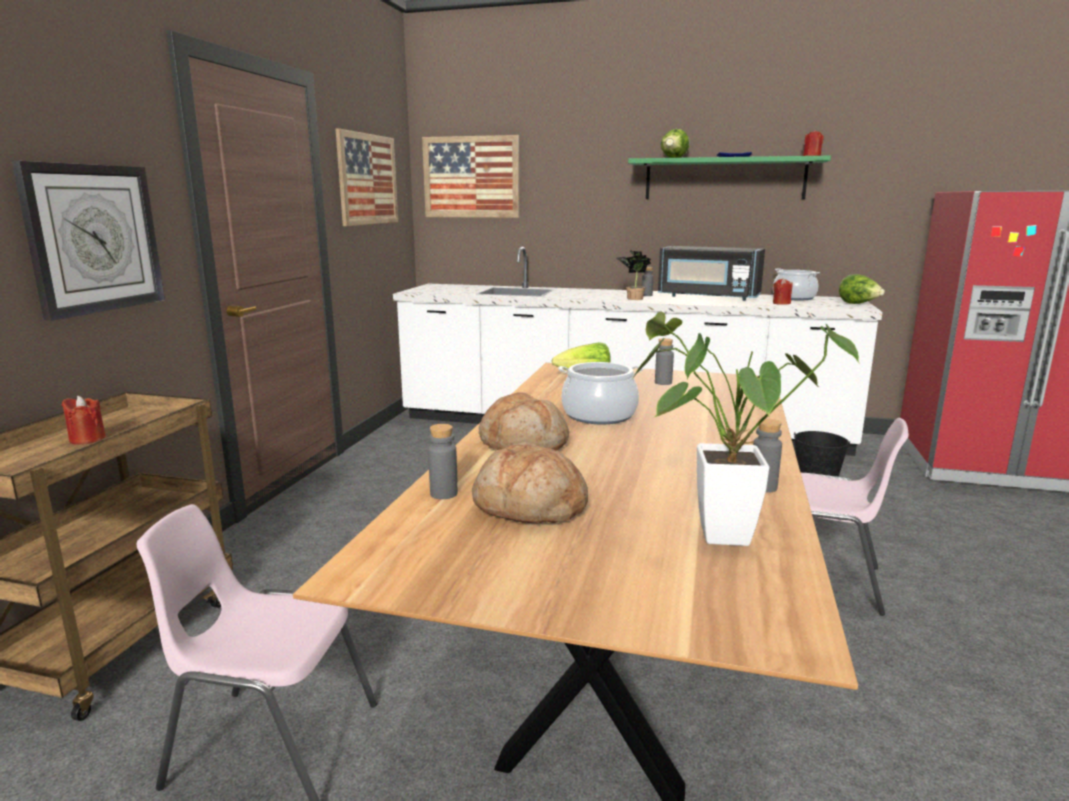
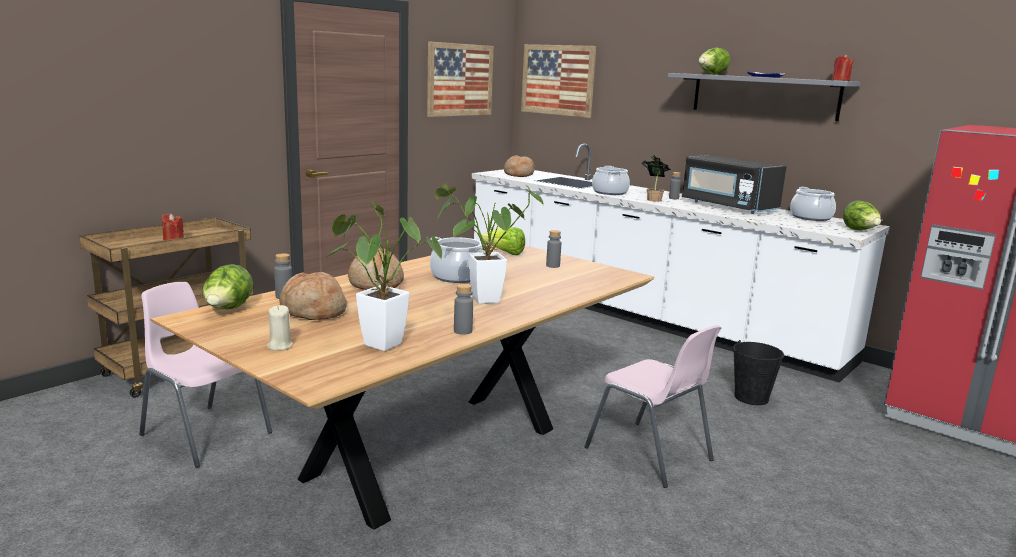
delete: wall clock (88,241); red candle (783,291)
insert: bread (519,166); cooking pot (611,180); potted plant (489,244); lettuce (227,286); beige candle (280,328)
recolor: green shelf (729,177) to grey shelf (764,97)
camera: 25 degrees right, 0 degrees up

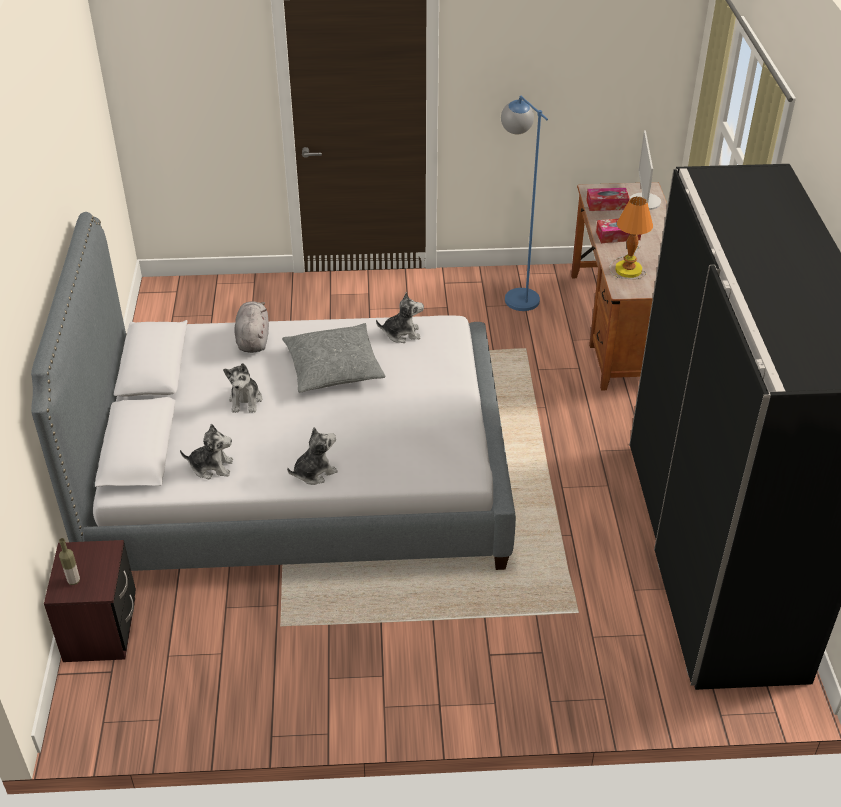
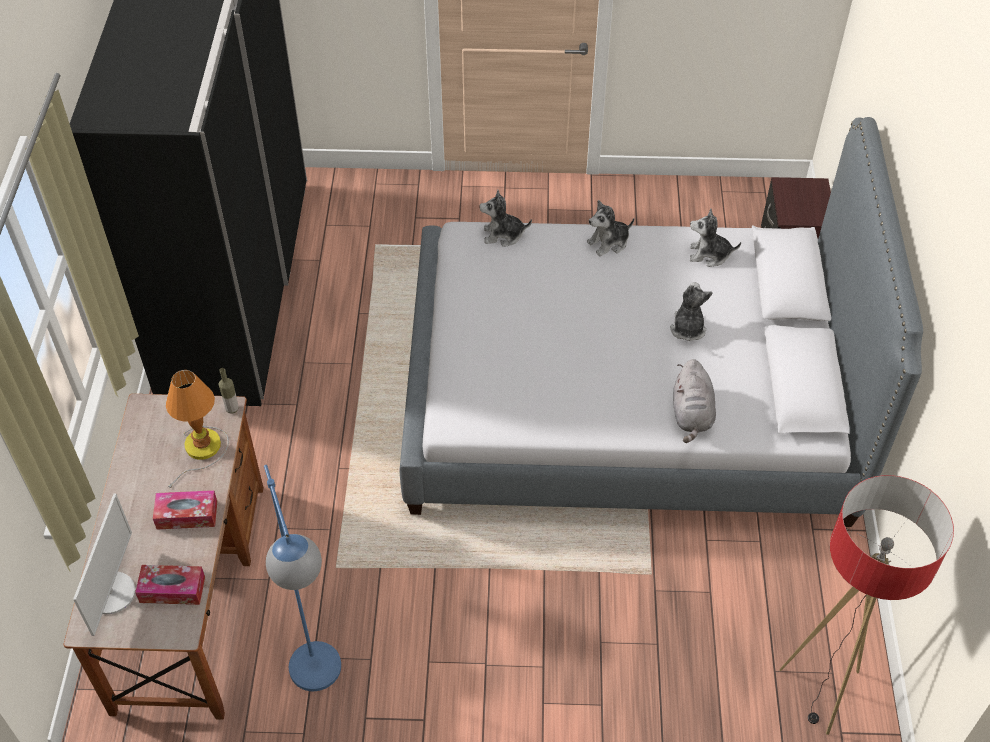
delete: grey pillow (334,358)
insert: floor lamp (866,605)
move: plush toy (400,317) to (505,218); bottle (69,561) to (229,391)
camera: 175 degrees left, 10 degrees up

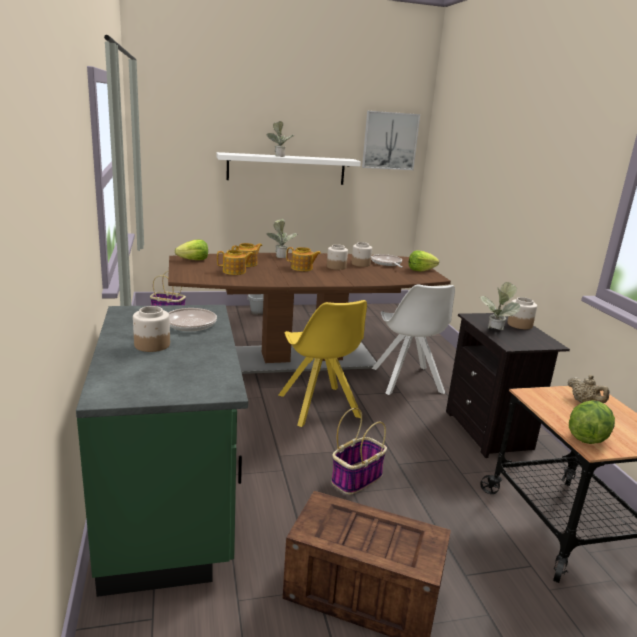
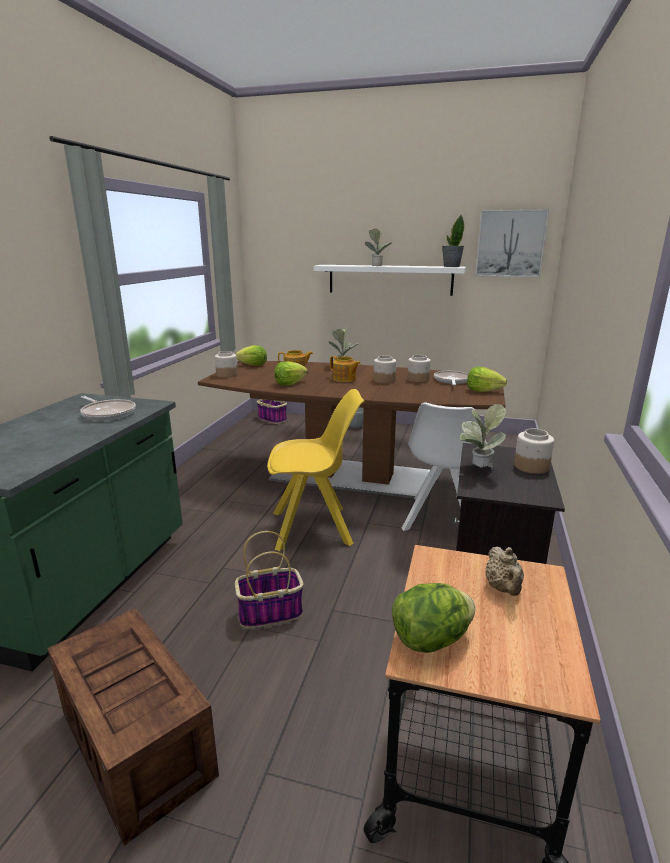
delete: teapot (235,262)
insert: potted plant (453,241); lettuce (291,373)
move: jar (151,329) to (226,364)
rotate: yellow chair (322,363) = (315,470) 105 degrees counterclockwise
camera: 30 degrees right, 0 degrees up

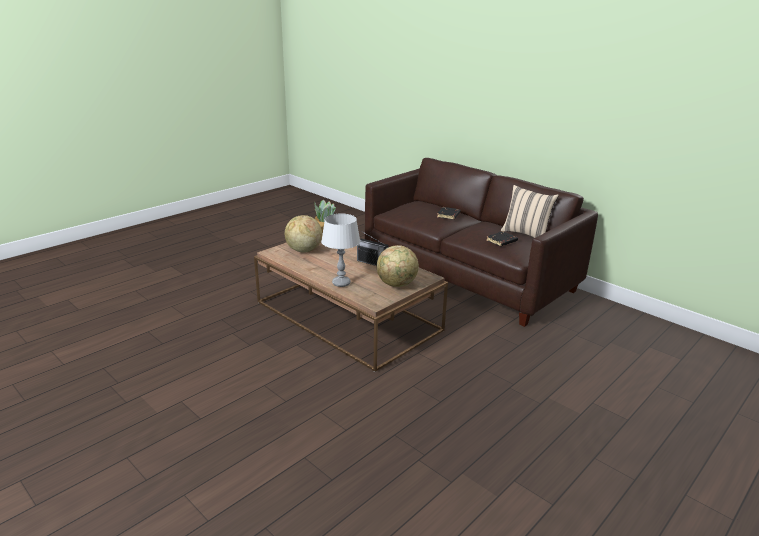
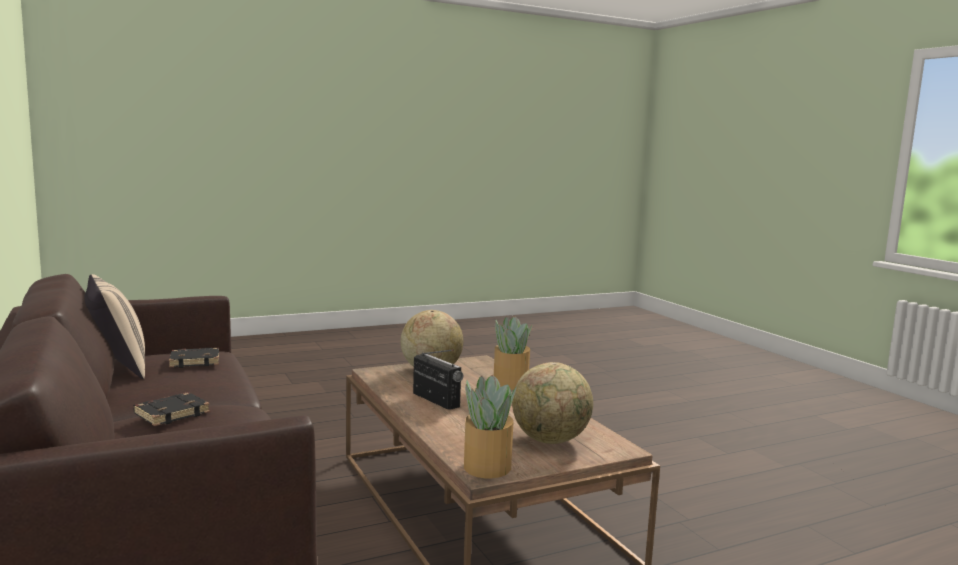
replace: grey table lamp (340,250) to potted plant (513,353)
camera: 160 degrees left, 15 degrees down

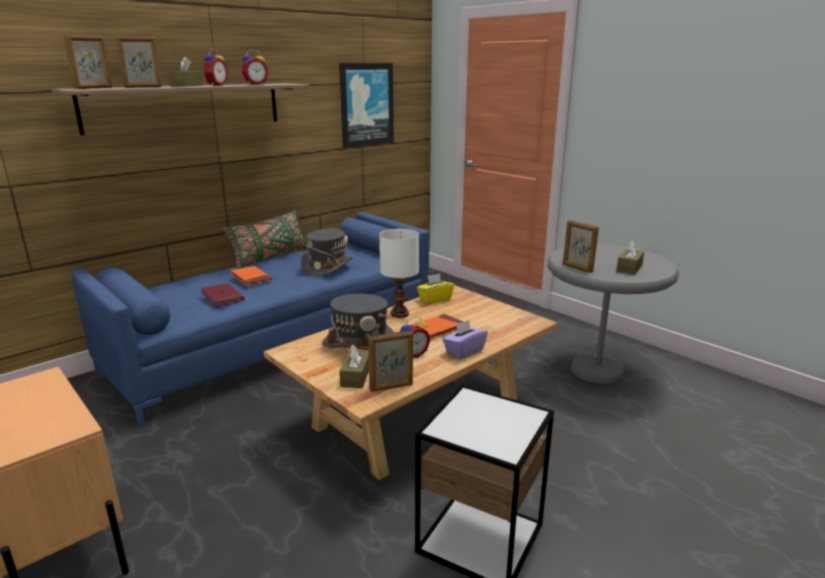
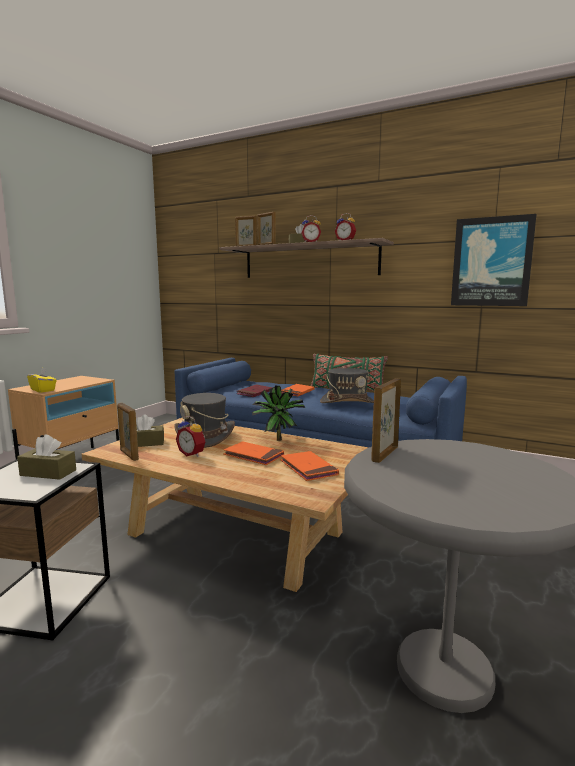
delete: purple tissue box (465,339)
insert: orange book (310,466)
move: brown tissue box (630,257) to (46,457); yellow tissue box (435,289) to (42,380)
replace: white table lamp (399,273) to potted plant (278,413)
camera: 70 degrees right, 10 degrees down

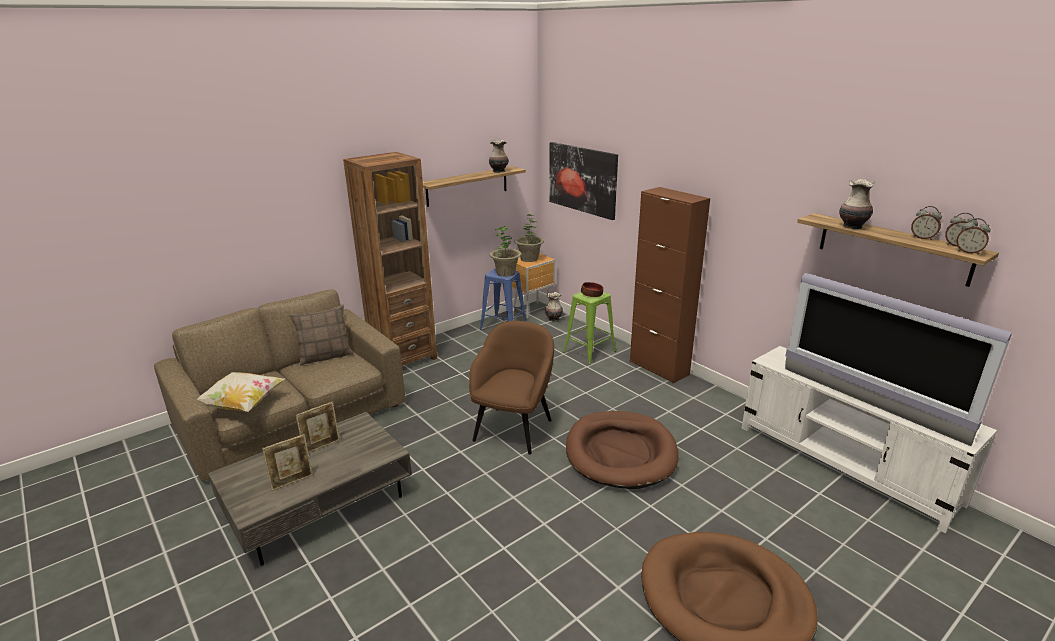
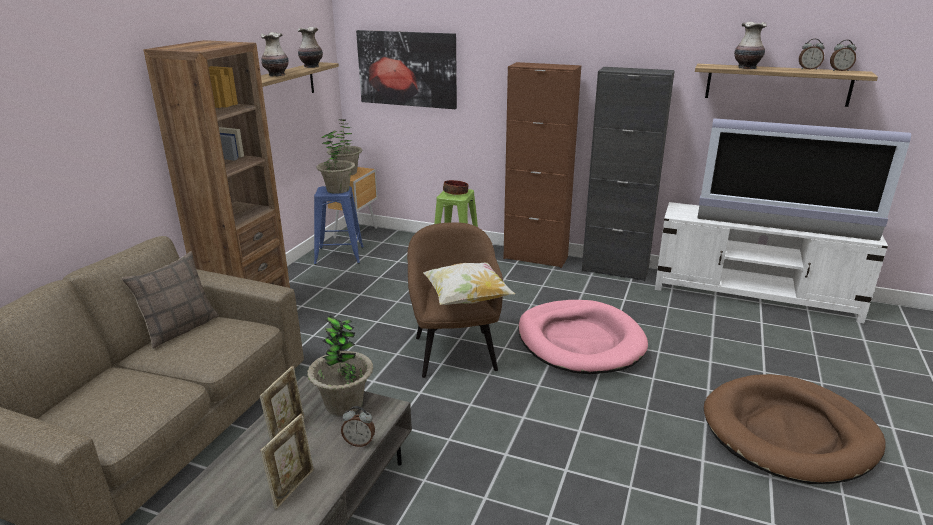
insert: black cabinet (628,174); potted plant (340,366)
move: alarm clock (973,236) to (358,426); vase (554,307) to (275,54); pillow (241,392) to (469,283)
recolor: brown dog bed (622,450) to pink dog bed (583,337)
camera: 30 degrees left, 0 degrees up

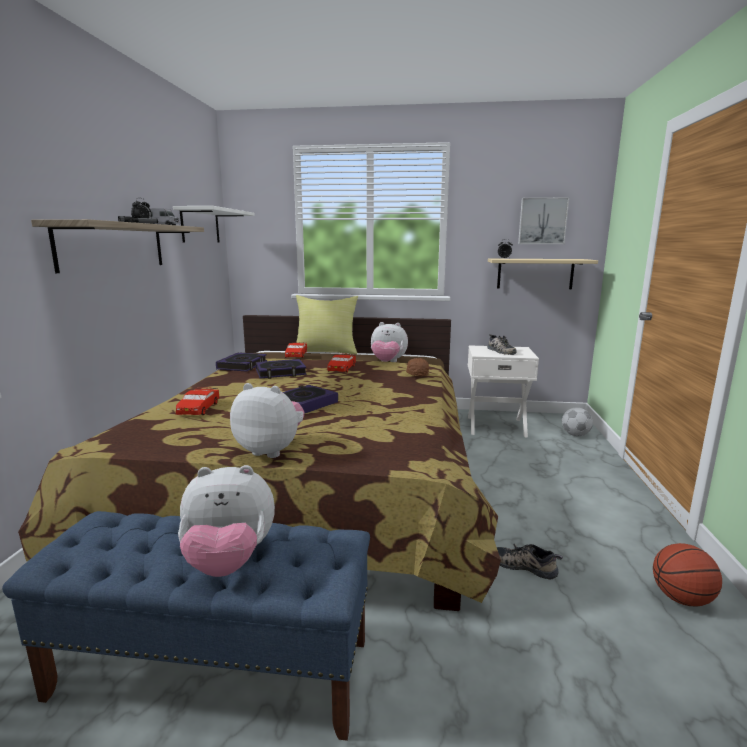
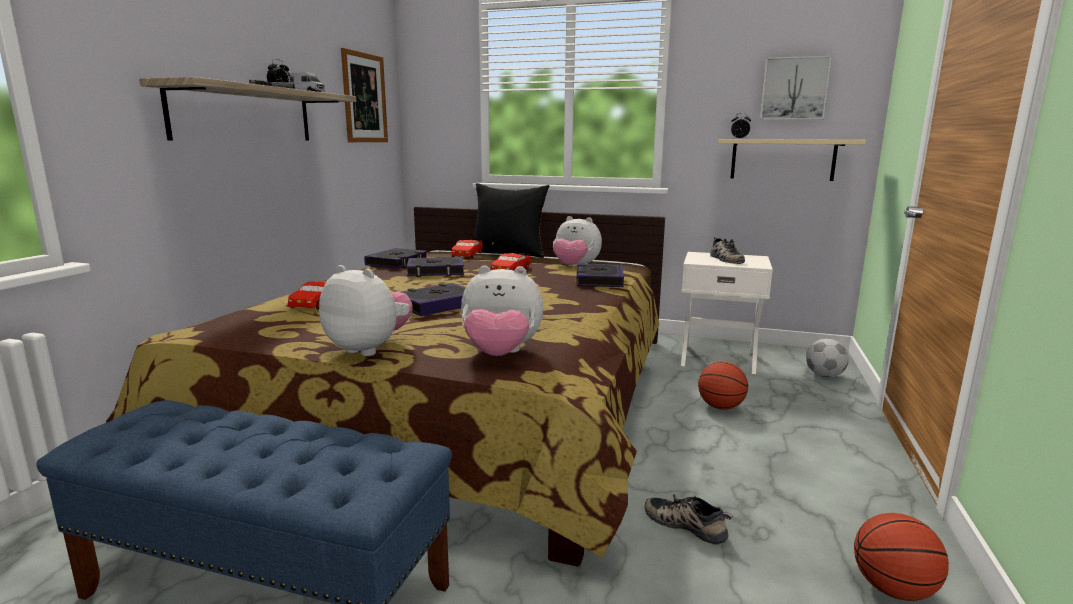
insert: basketball (723,385)
move: plush toy (226,521) to (502,310)
replace: white shelf (214,224) to picture (364,95); brown cap (417,367) to book (600,275)
recolor: yellow pillow (327,325) to black pillow (511,220)
camera: 10 degrees right, 0 degrees up

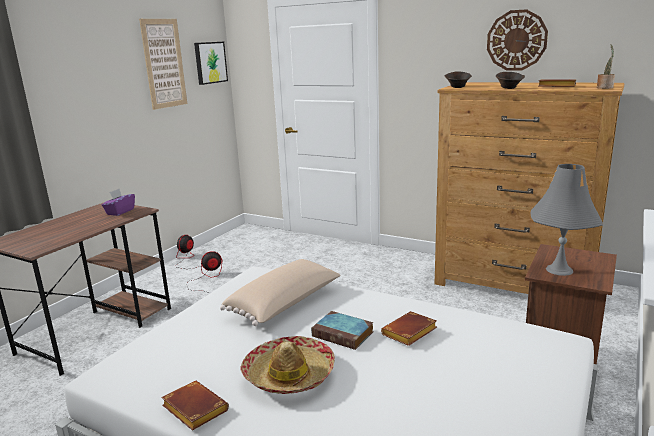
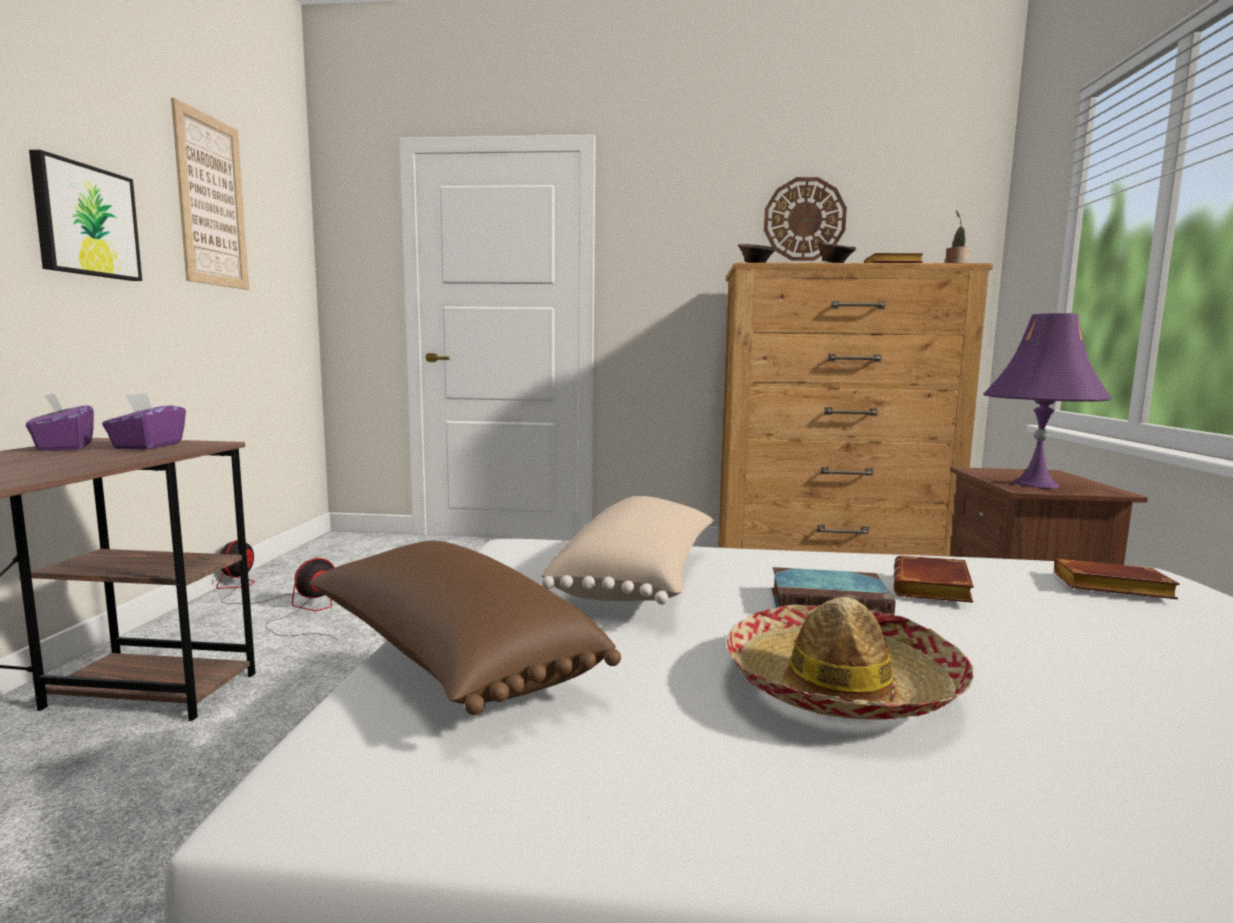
insert: purple tissue box (60,422); brown pillow (465,628)
move: picture (211,63) to (85,215); brown book (195,406) to (1117,579)
recolor: grey table lamp (567,220) to purple table lamp (1048,400)
camera: 25 degrees left, 10 degrees down

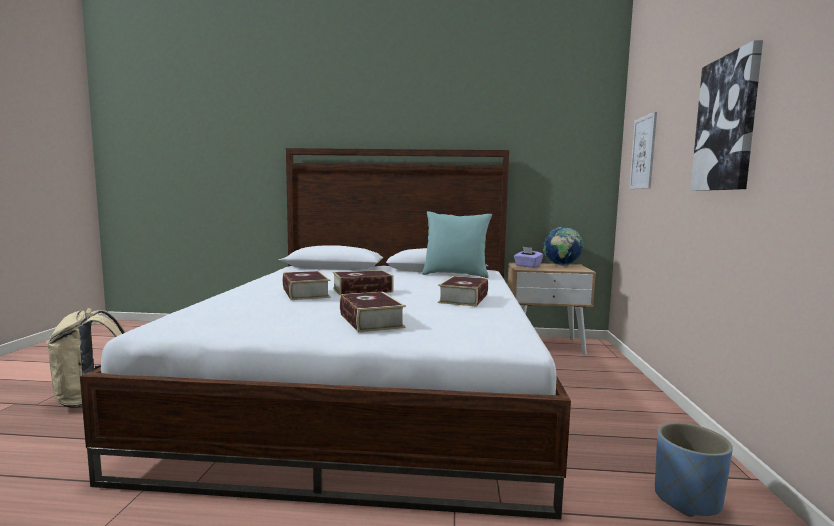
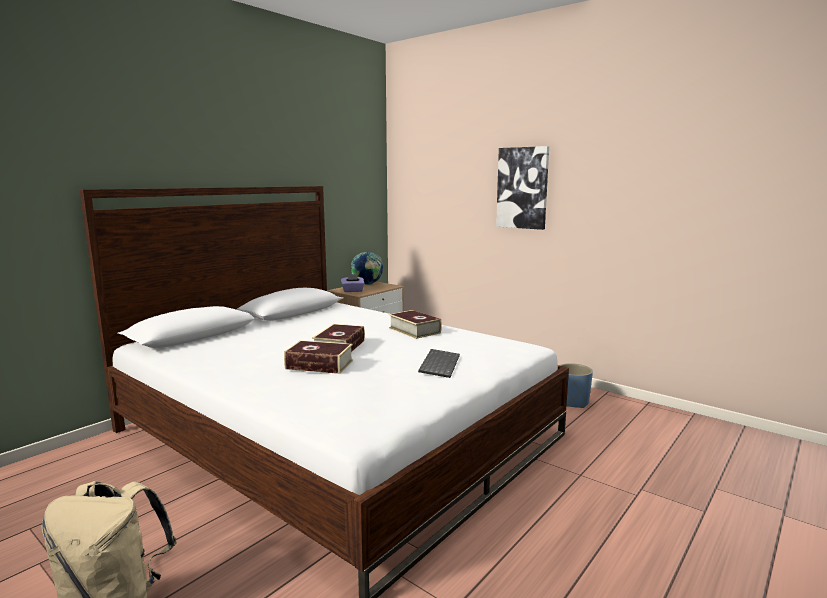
delete: picture (643,150); turquoise pillow (457,244)
replace: book (373,312) to keyboard (439,363)
camera: 55 degrees left, 5 degrees up

